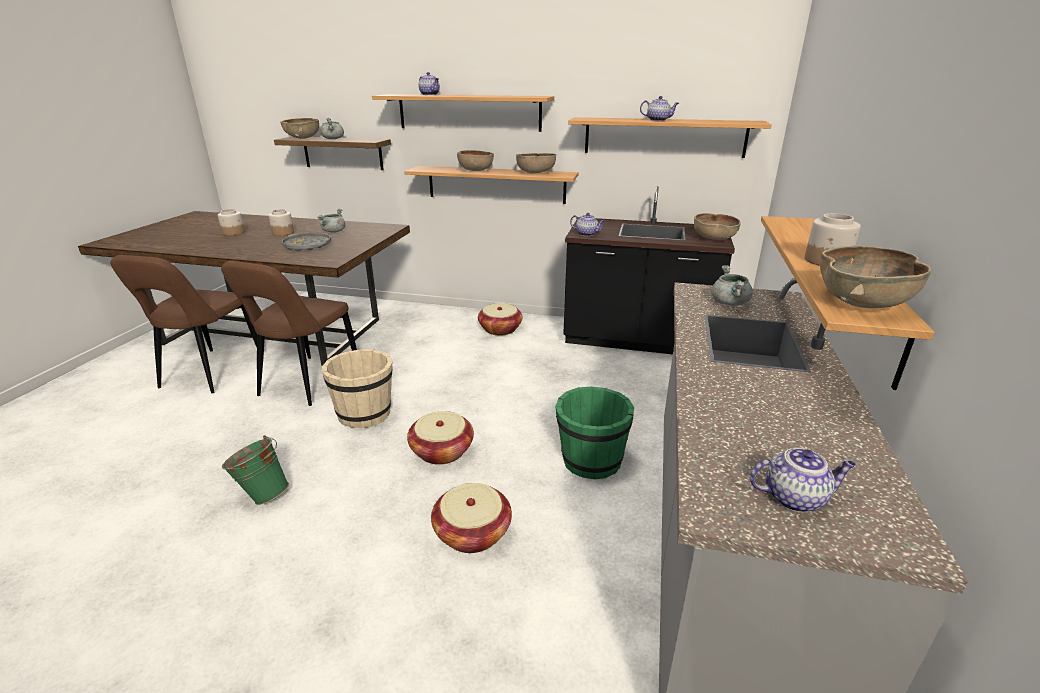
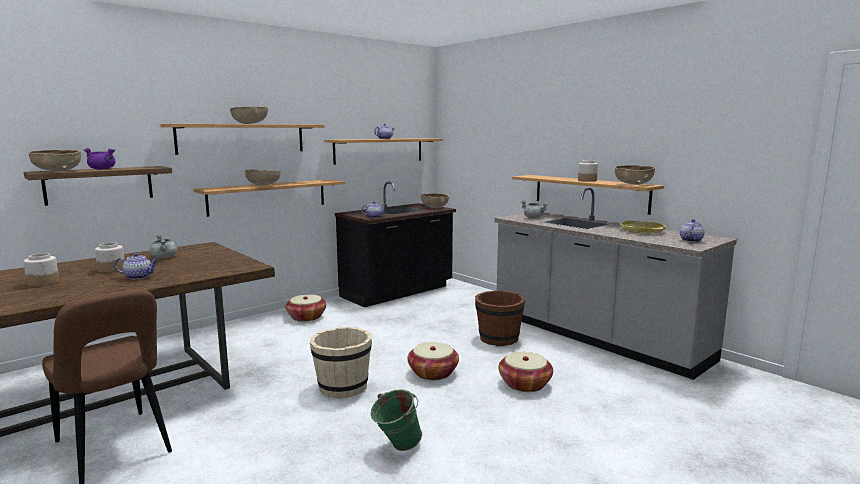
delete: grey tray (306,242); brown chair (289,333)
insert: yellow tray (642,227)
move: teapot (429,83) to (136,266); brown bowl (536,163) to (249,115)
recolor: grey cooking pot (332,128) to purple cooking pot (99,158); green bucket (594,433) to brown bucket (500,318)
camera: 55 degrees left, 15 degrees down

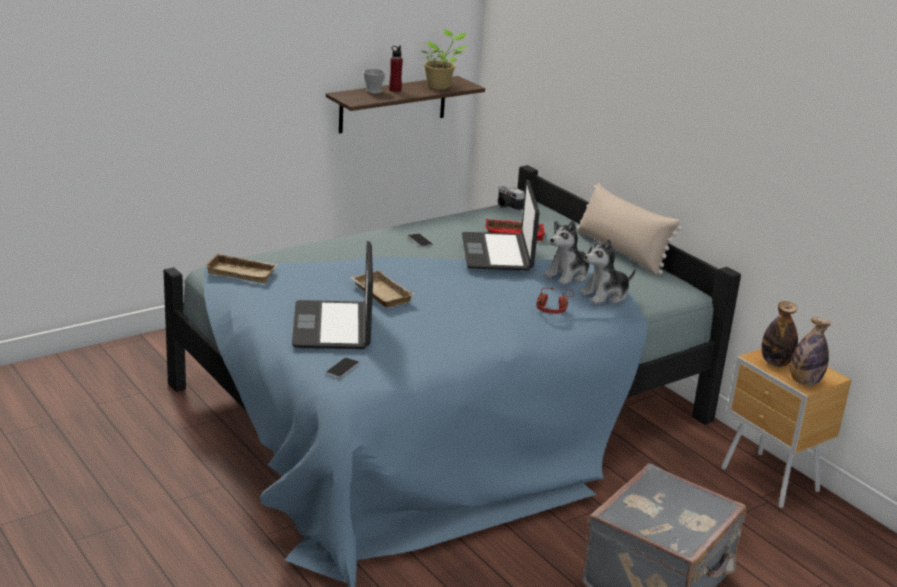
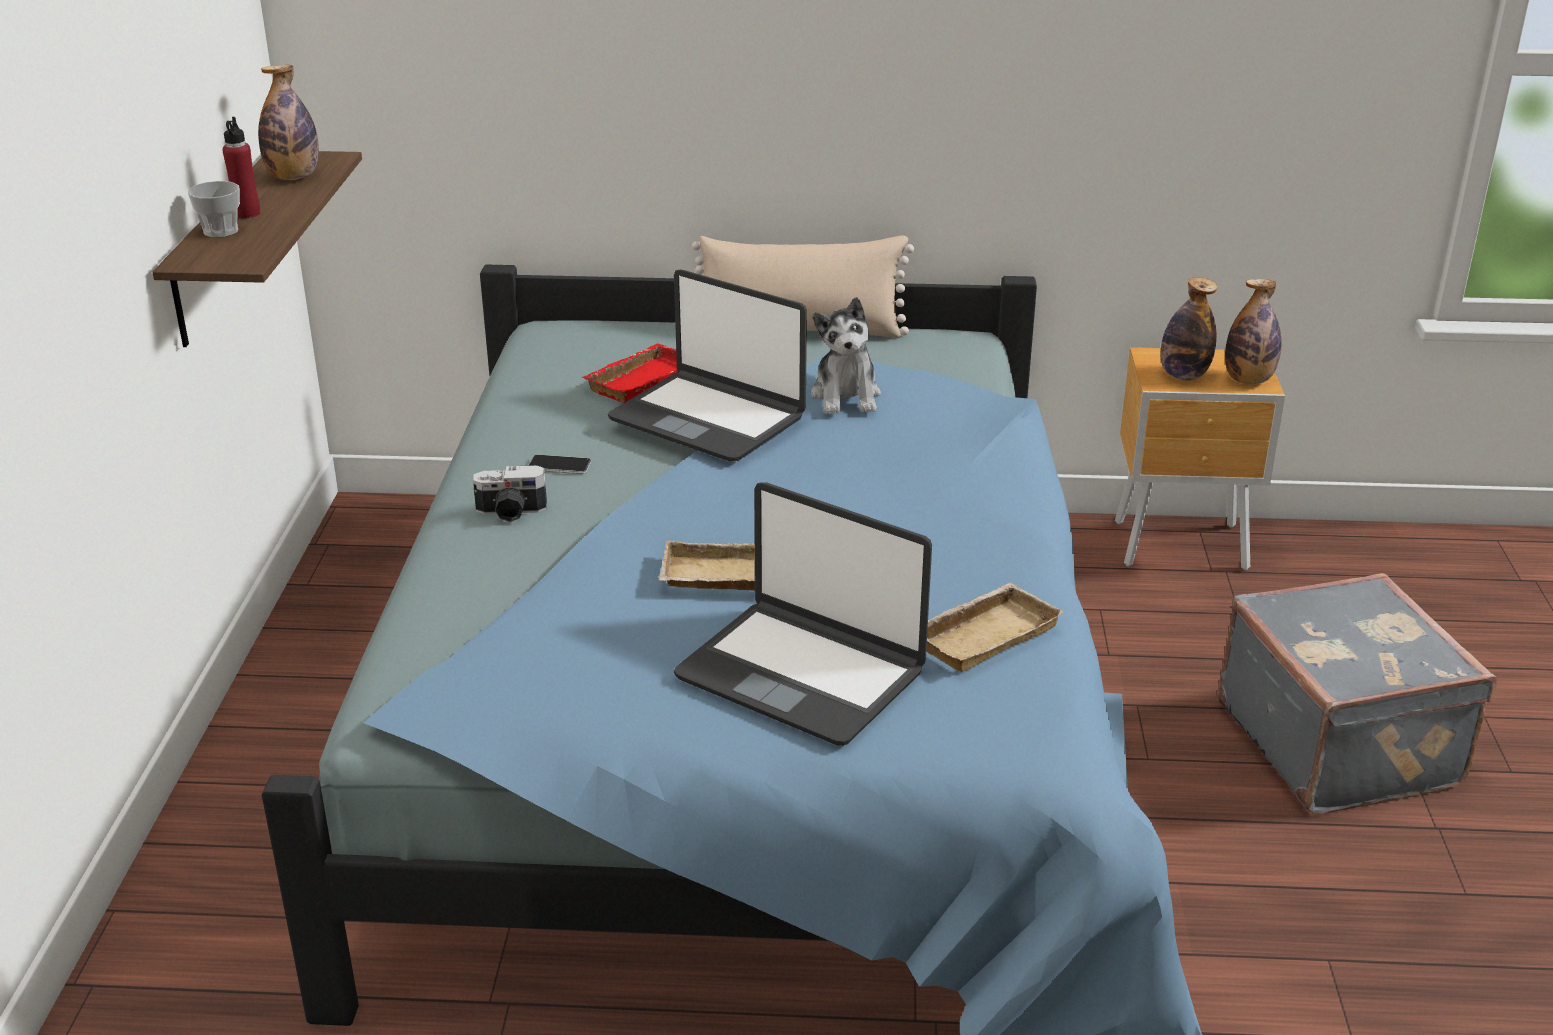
delete: plush toy (608,271); red headphones (555,301); phone (342,368)
move: photo camera (511,198) to (510,493); beige tray (241,268) to (995,627)
replace: potted plant (445,59) to bottle (288,122)
camera: 50 degrees left, 5 degrees up

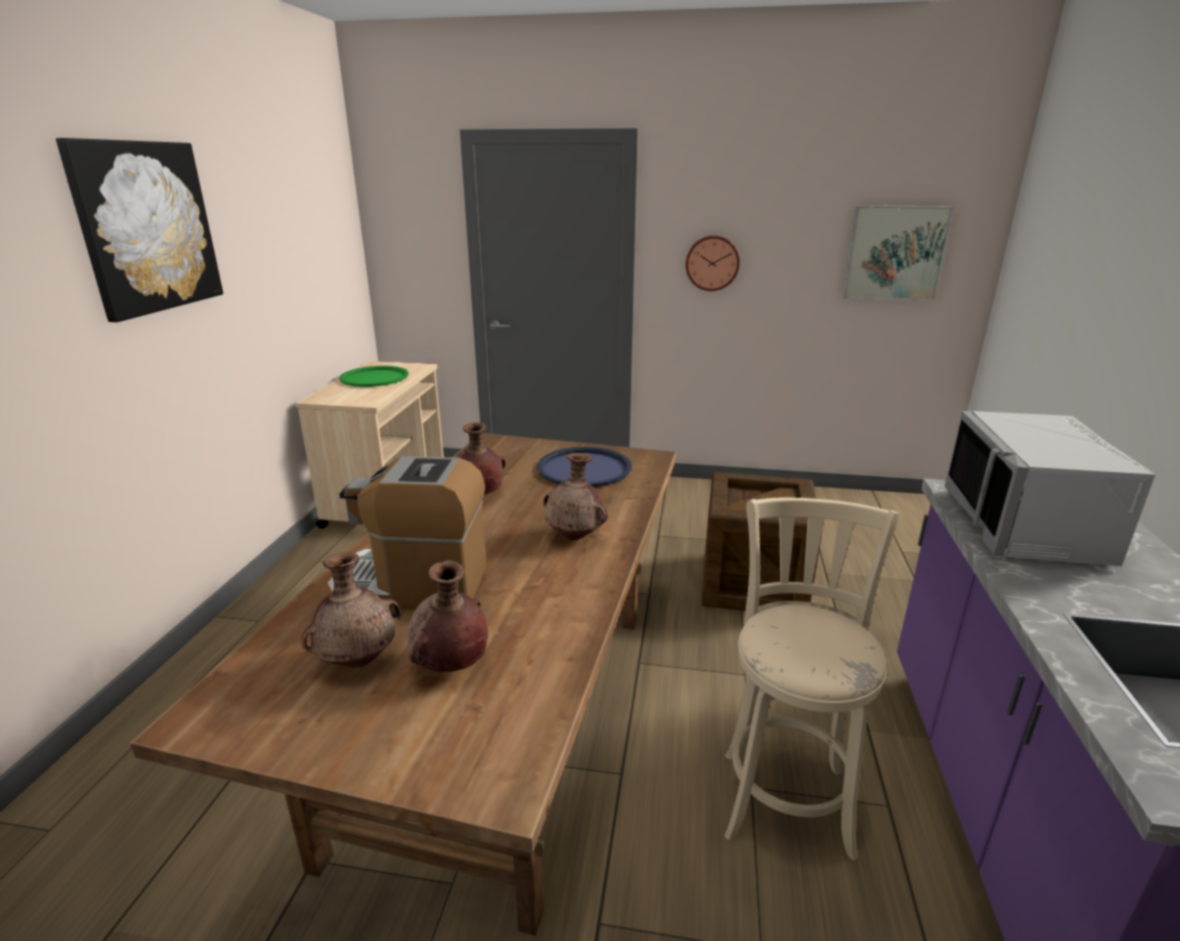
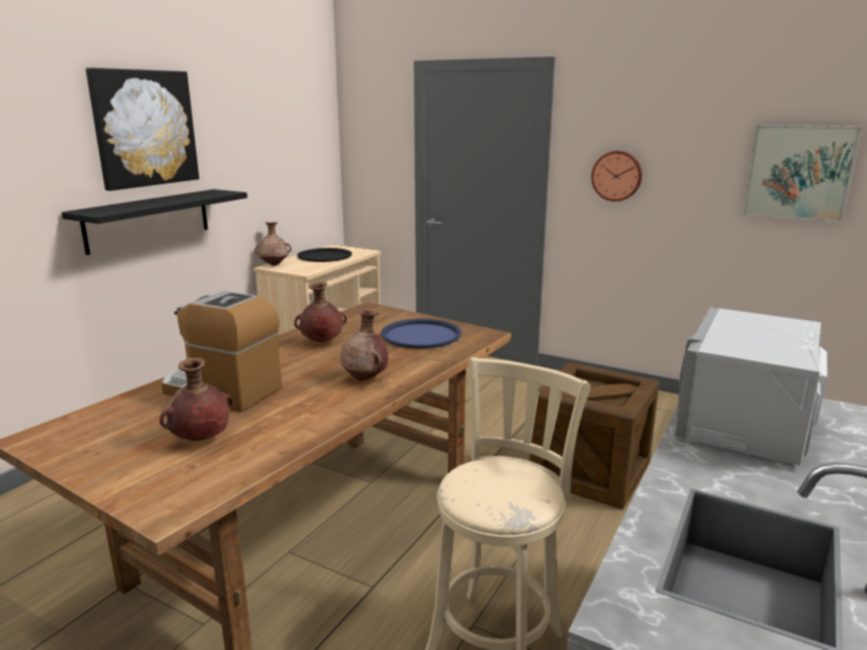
insert: black shelf (154,222)
move: brown vase (351,609) to (272,244)
recolor: green tray (374,376) to black tray (324,255)
camera: 20 degrees right, 5 degrees down

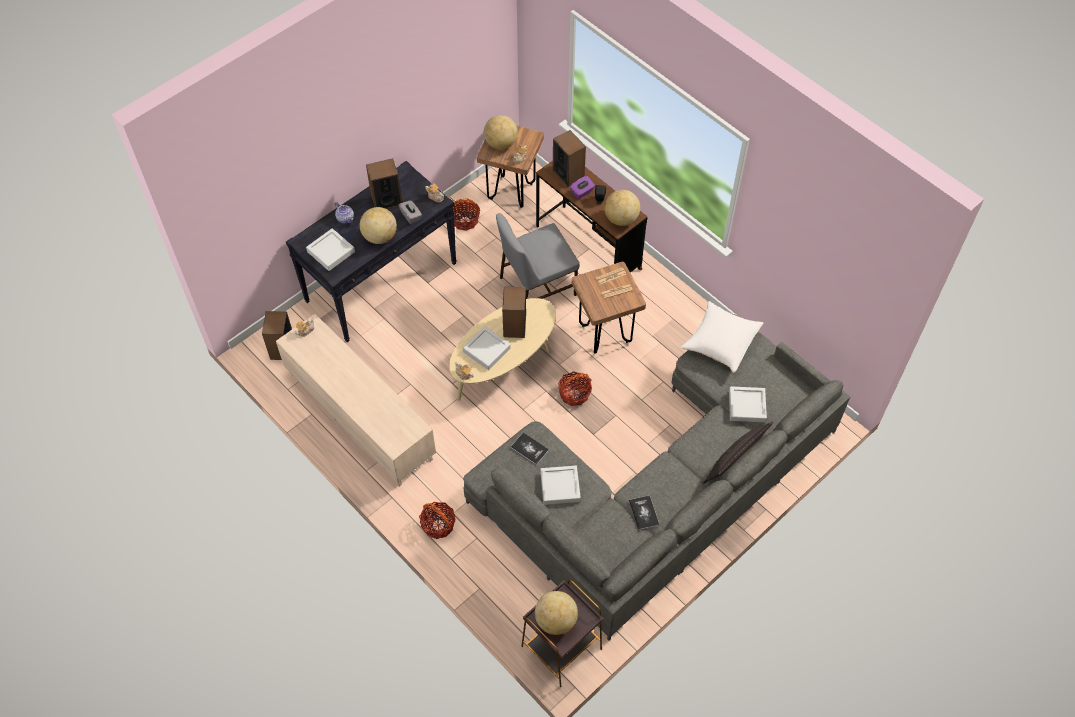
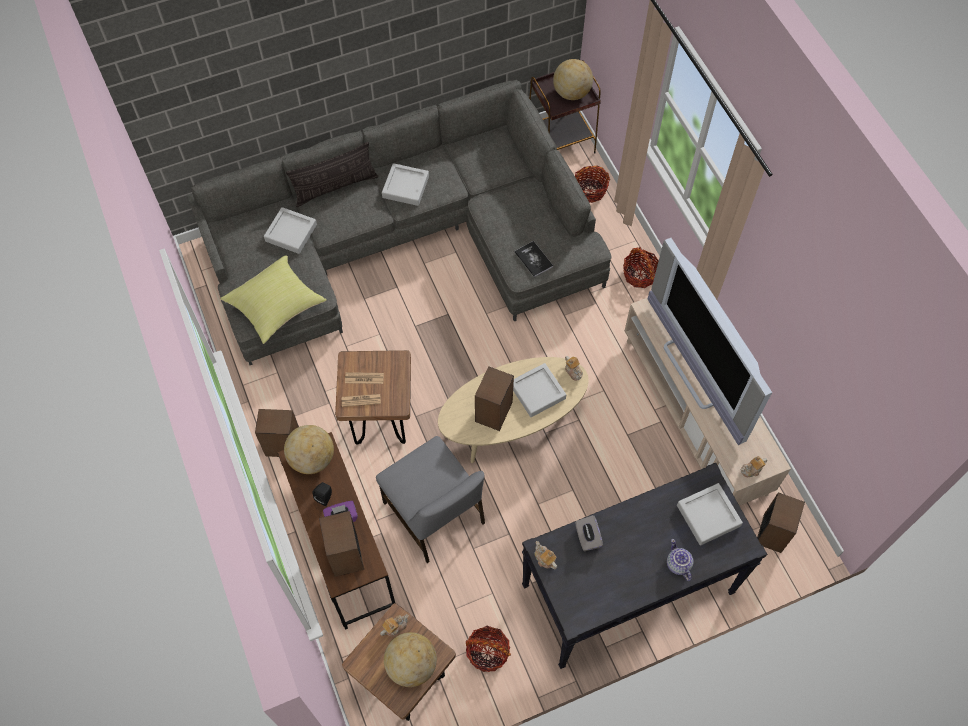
delete: globe (378,225); book (644,512)
insert: television (709,341)
move: speaker (384,183) to (277,433); basket (575,388) to (592,184); grey tray (560,485) to (405,184)
recolor: white pillow (722,337) to yellow pillow (273,299)
rotate: grey chair (537,256) = (430,499) 60 degrees clockwise
camera: 160 degrees left, 5 degrees up

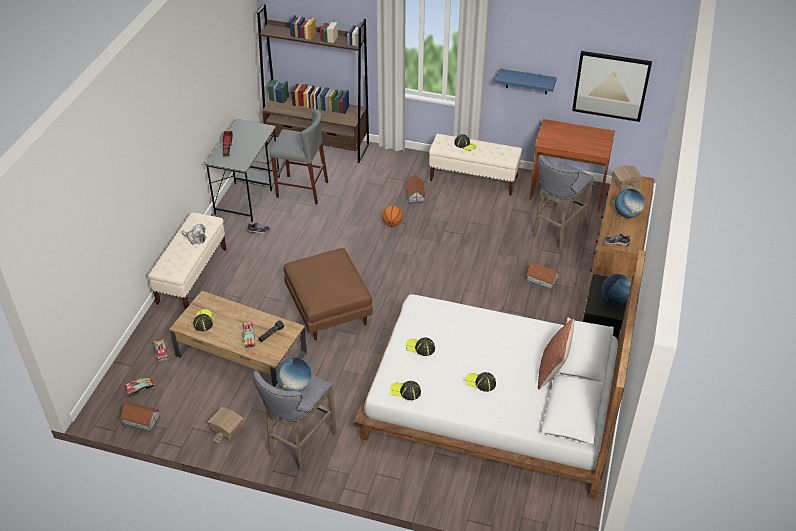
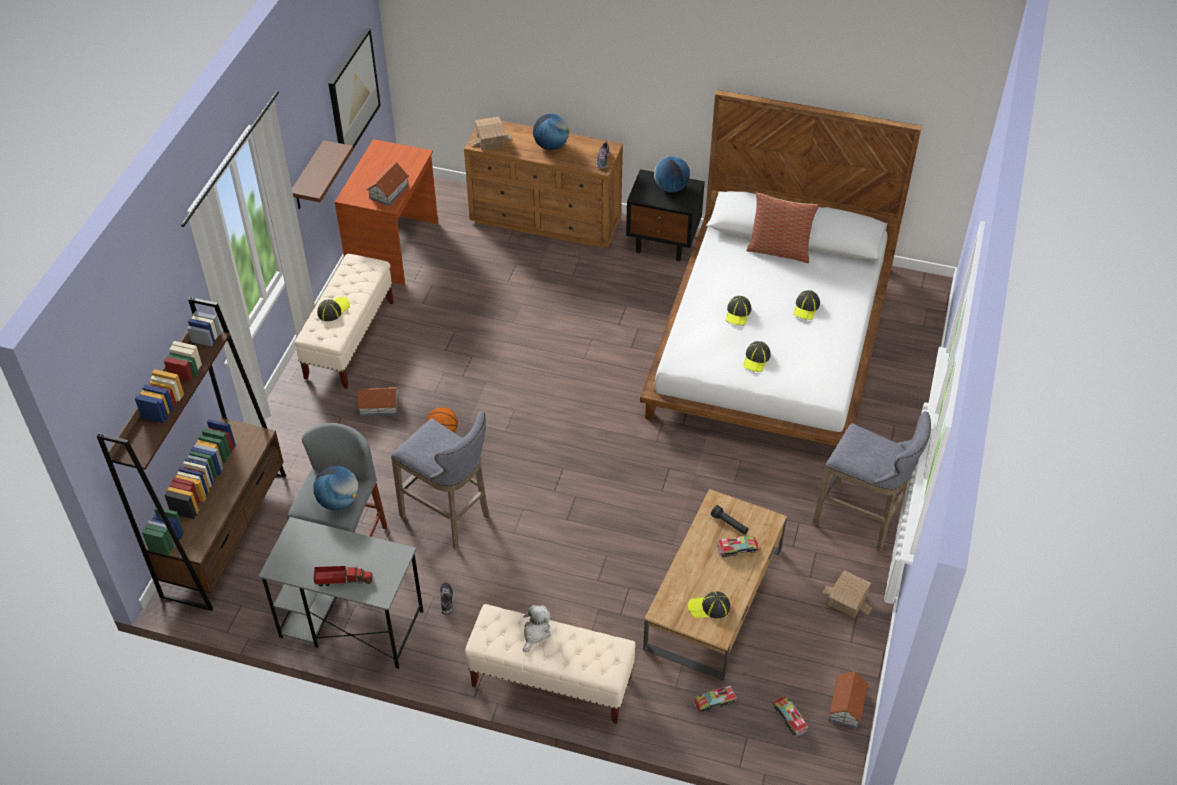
delete: brown ottoman (327,294)
move: grey stool (563,202) to (440,480); toy house (543,276) to (388,184); globe (293,375) to (336,488); cap (405,390) to (738,310)
recolor: blue shelf (526,81) to brown shelf (322,174)
camera: 90 degrees left, 5 degrees up

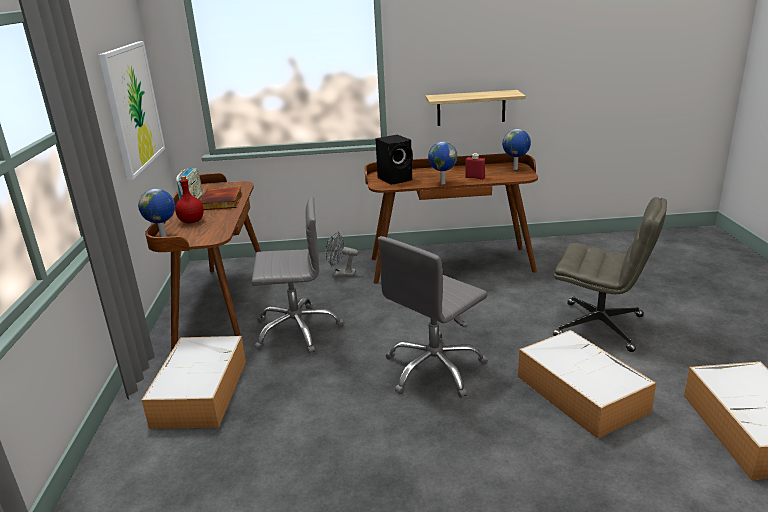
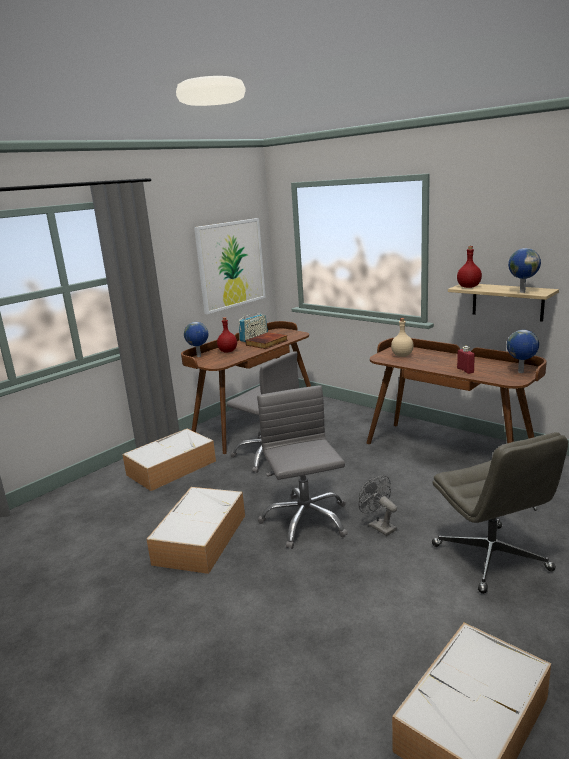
insert: red bottle (469,267)
move: globe (442,163) to (524,270); grey fan (342,254) to (378,505); storage box (587,384) to (196,530)
replace: black speaker (394,160) to beige bottle (402,337)
rotate: grey office chair (433,317) = (302,467) 75 degrees clockwise
camera: 45 degrees right, 5 degrees down

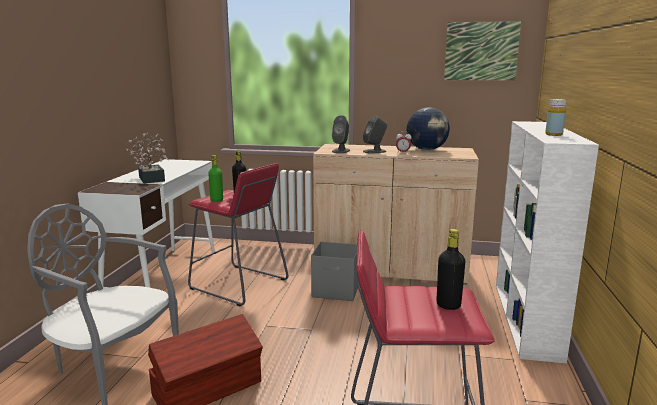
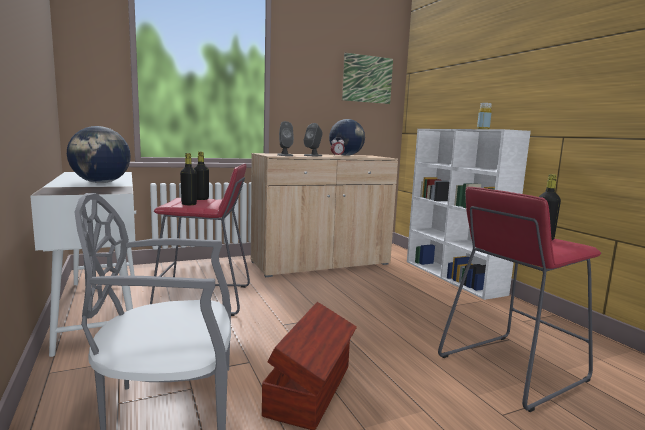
delete: grey storage box (334,271)
replace: potted plant (147,158) to globe (99,154)
recolor: green bottle (215,178) to black bottle (188,179)
camera: 35 degrees left, 5 degrees down

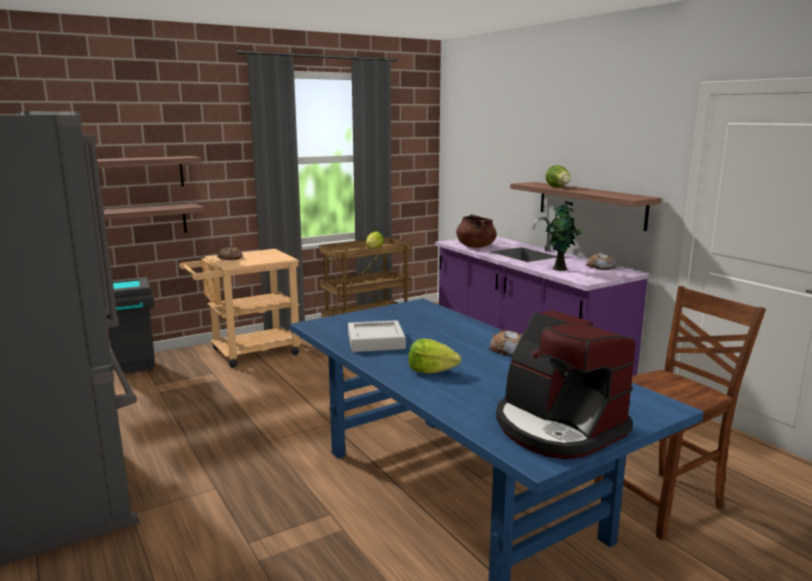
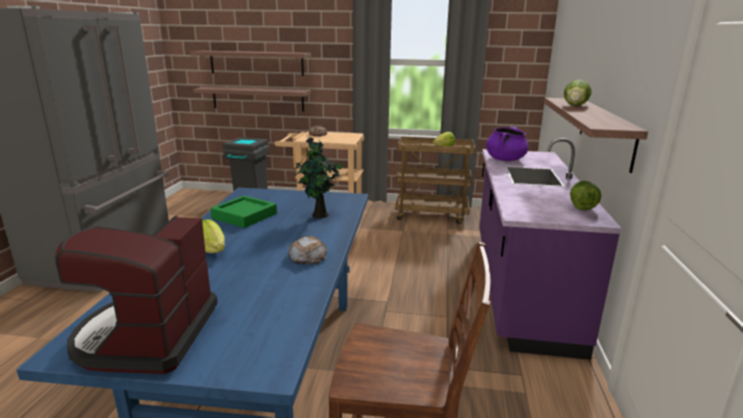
move: potted plant (564,235) to (319,177)
replace: bread (601,261) to lettuce (585,195)
recolor: brown cooking pot (476,231) to purple cooking pot (507,144); grey tray (377,336) to green tray (243,212)
camera: 40 degrees right, 5 degrees up

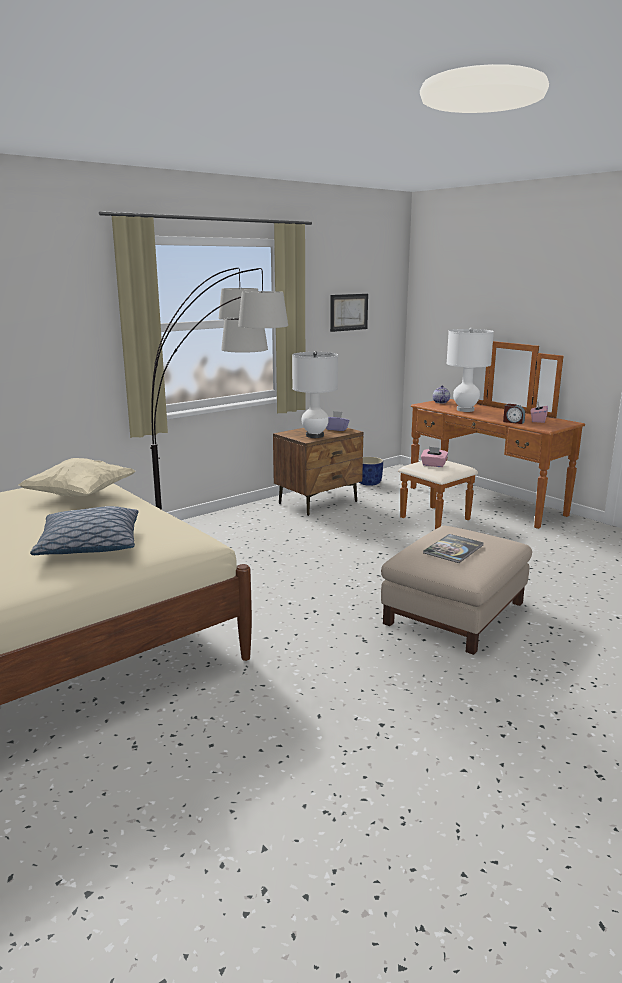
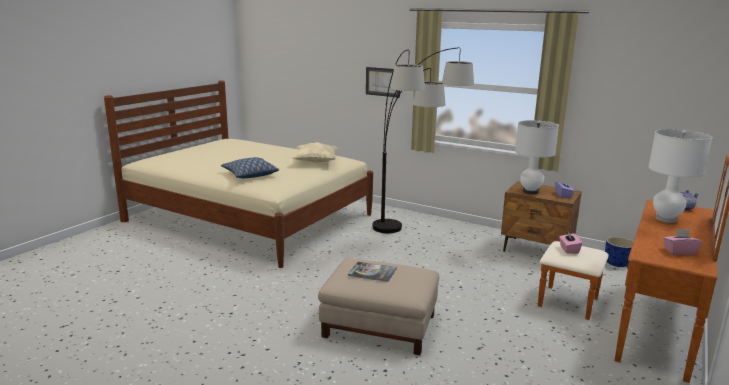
delete: alarm clock (514,414)
move: picture (349,313) to (383,82)
camera: 70 degrees right, 0 degrees up

